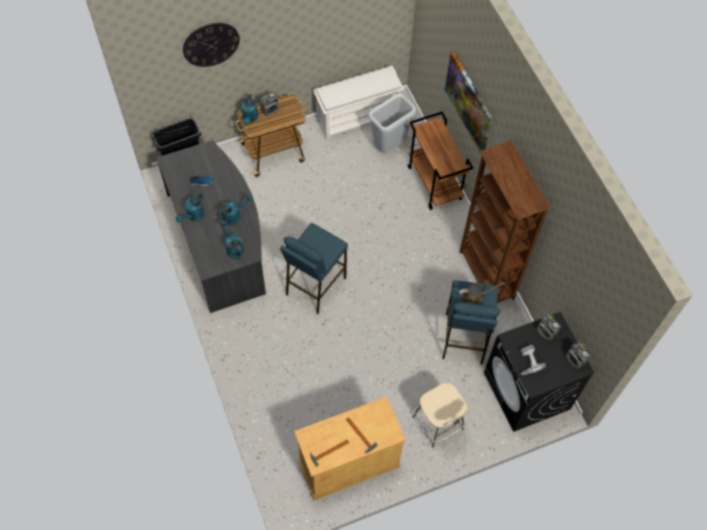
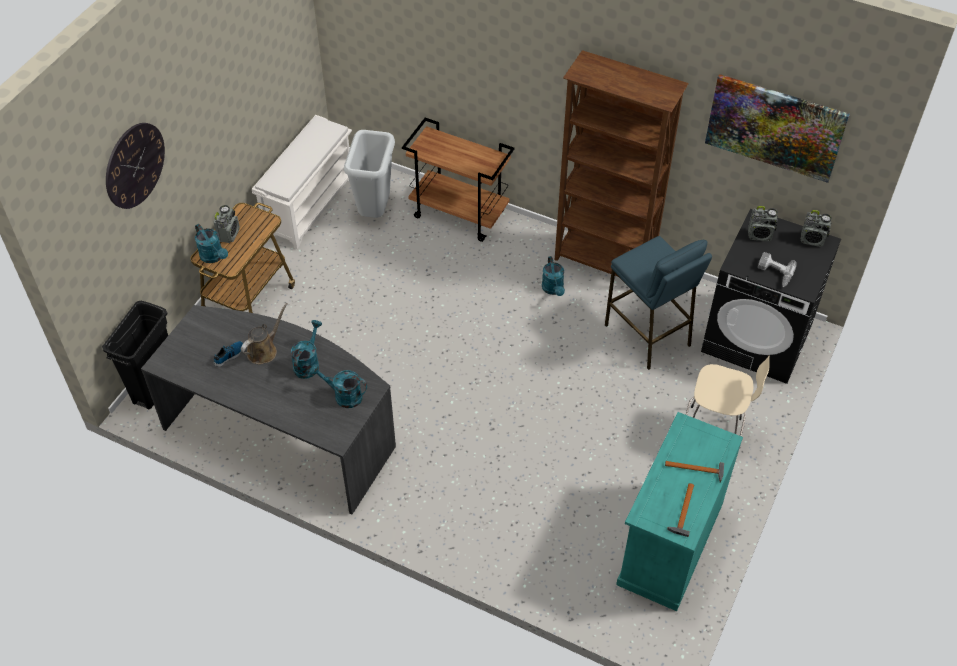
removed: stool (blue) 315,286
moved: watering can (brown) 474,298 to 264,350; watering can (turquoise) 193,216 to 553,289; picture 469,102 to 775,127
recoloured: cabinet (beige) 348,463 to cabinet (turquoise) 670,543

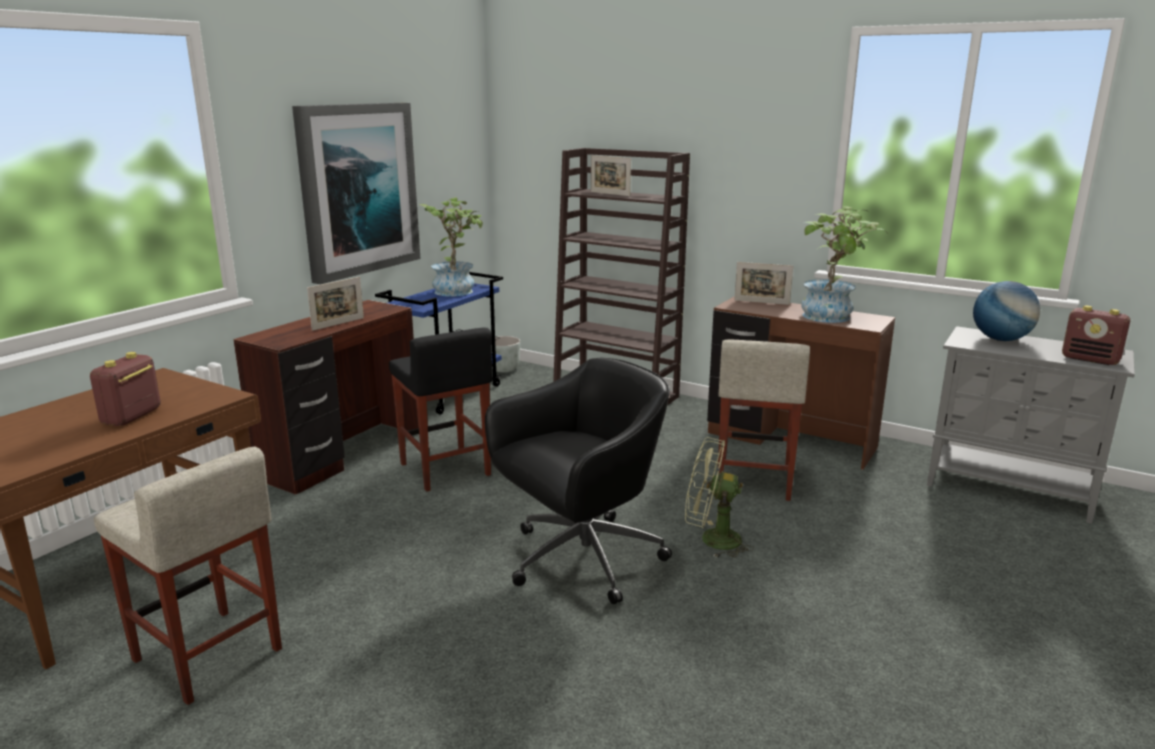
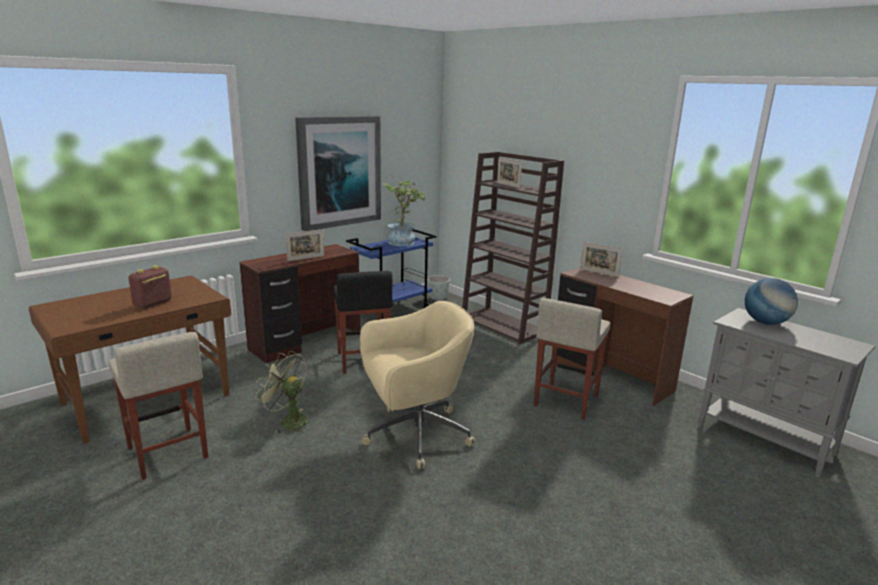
removed: potted plant 831,318; radio 1090,359
moved: fan (green) 711,540 to 288,421
recoloured: office chair (black) 580,559 to office chair (beige) 414,435

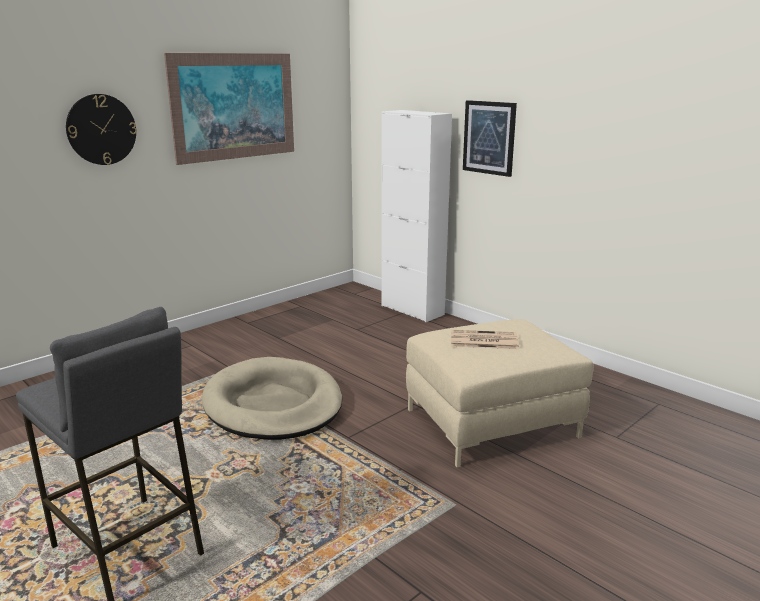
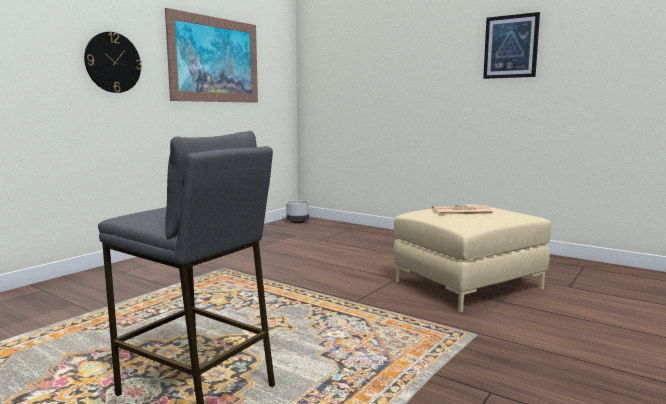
removed: dog bed (beige) 273,404; cabinet (white) 412,310
added: planter (grey) 297,222
moved: picture 489,137 to 511,46

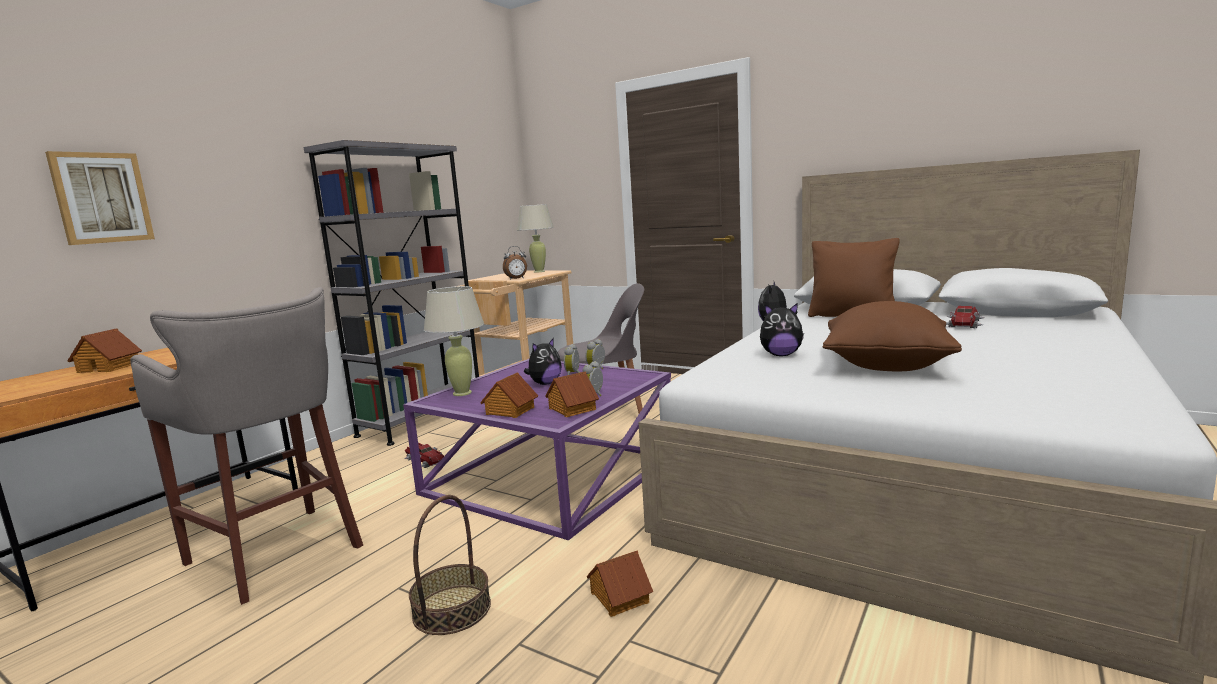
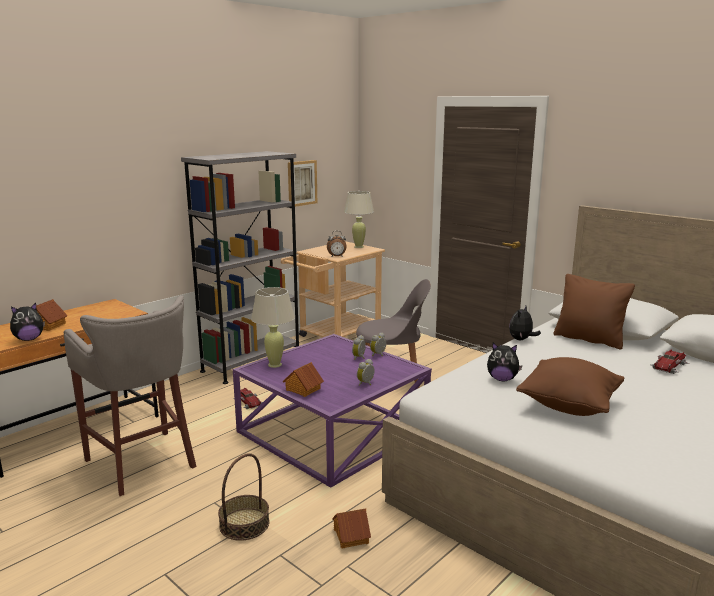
removed: toy house 571,409
moved: plush toy 545,383 to 29,339; picture 101,198 to 301,183

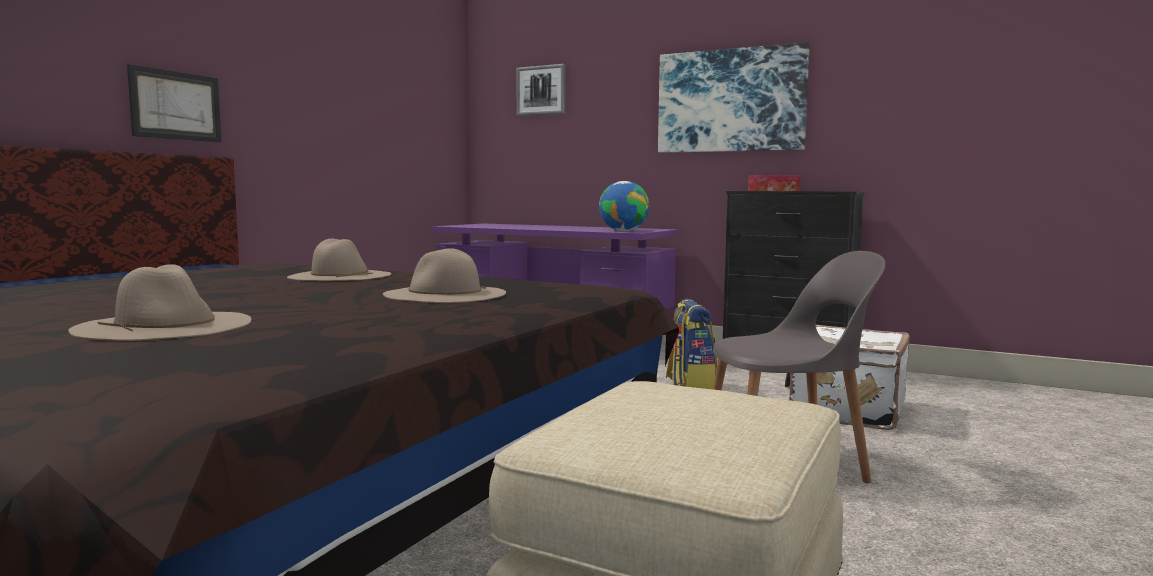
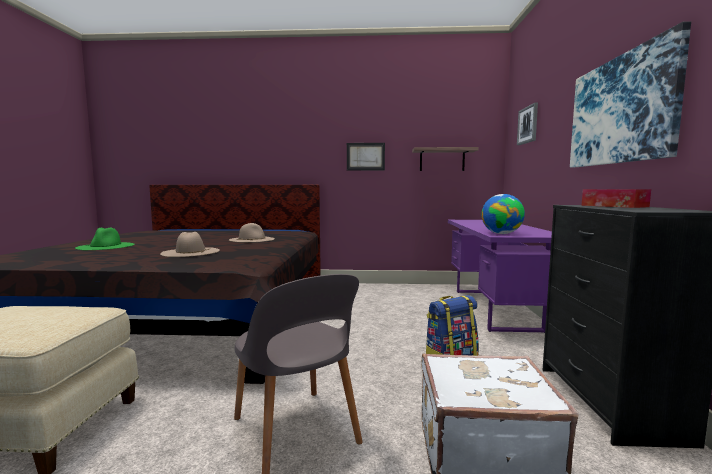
added: shelf 442,160
moved: picture 176,105 to 365,156
recoloured: hat (beige) 165,325 to hat (green) 106,246

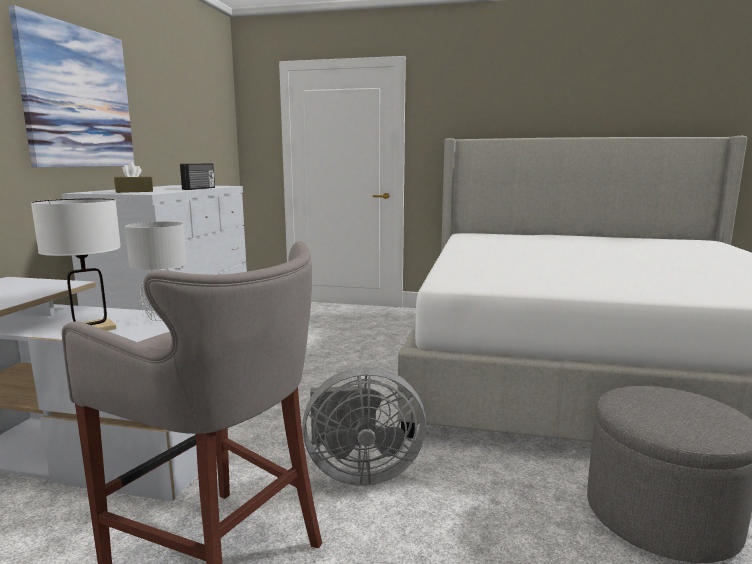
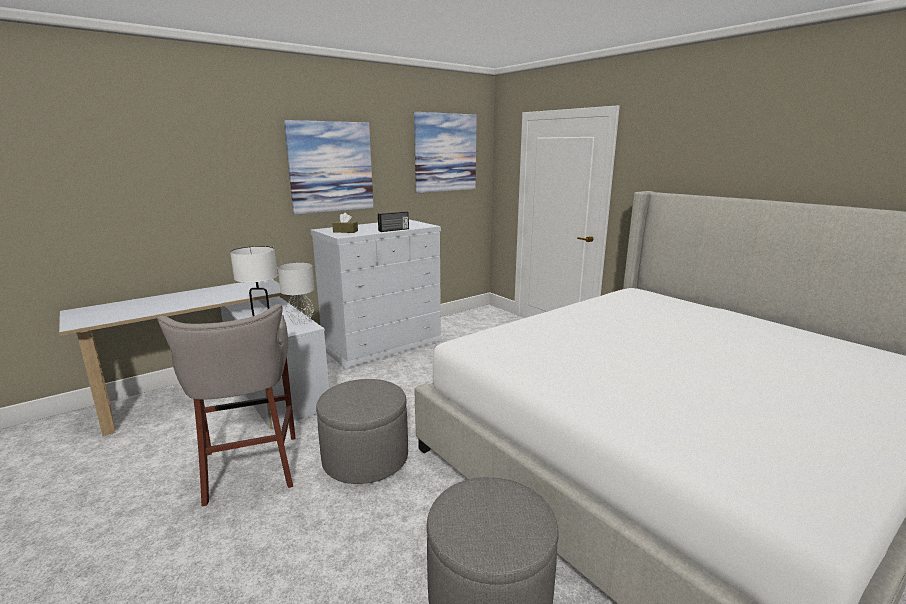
added: picture 445,152
replaced: fan (grey) 359,472 to ottoman (grey) 365,458

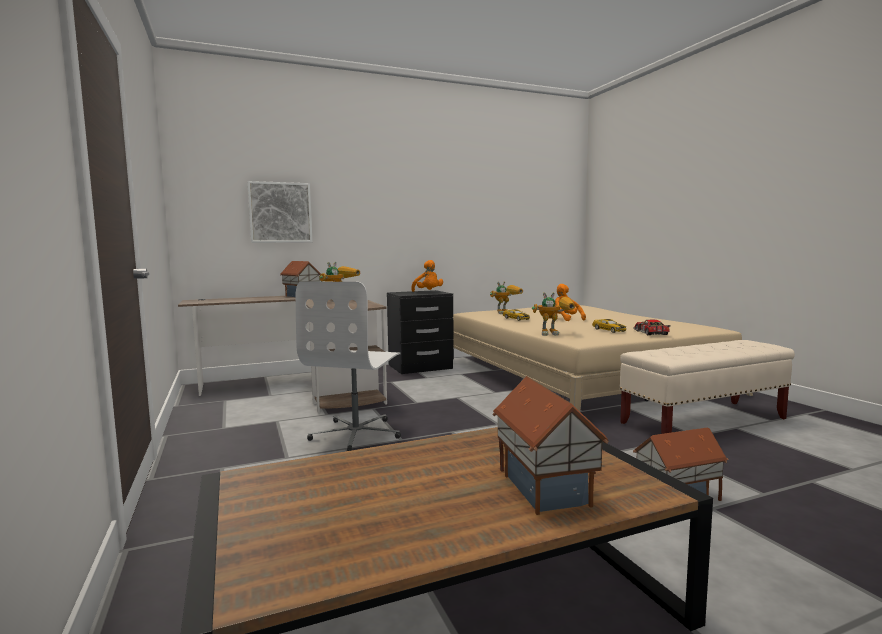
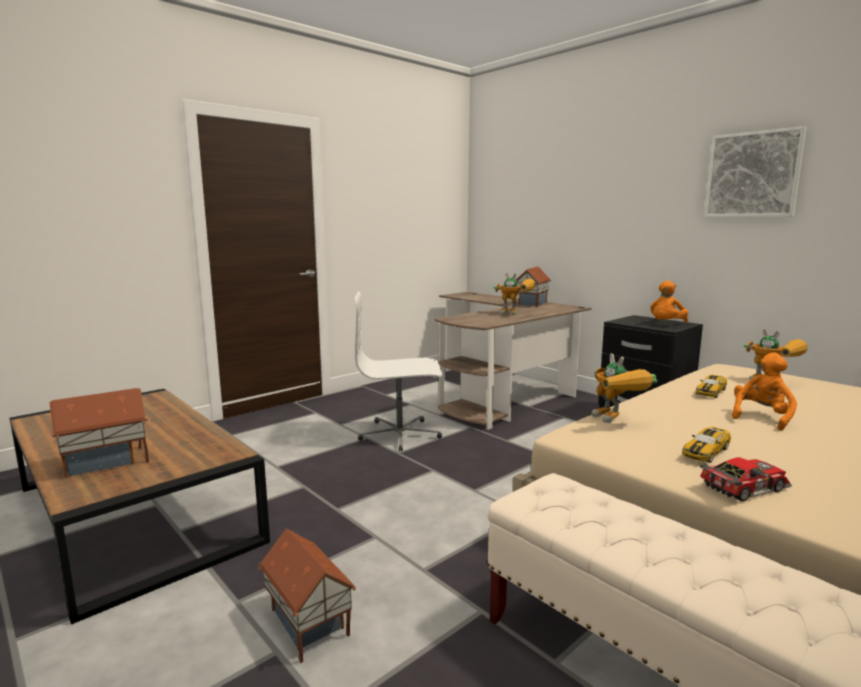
moved: picture 280,212 to 753,175

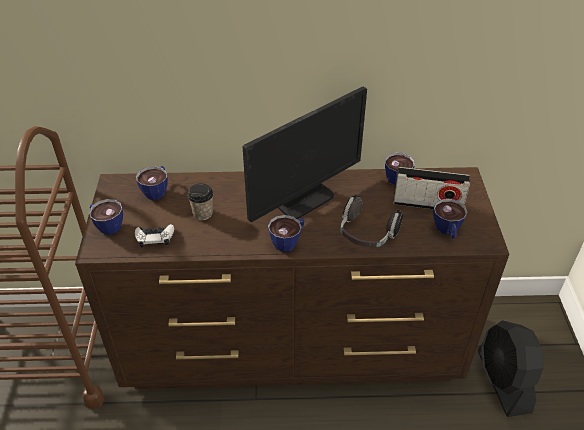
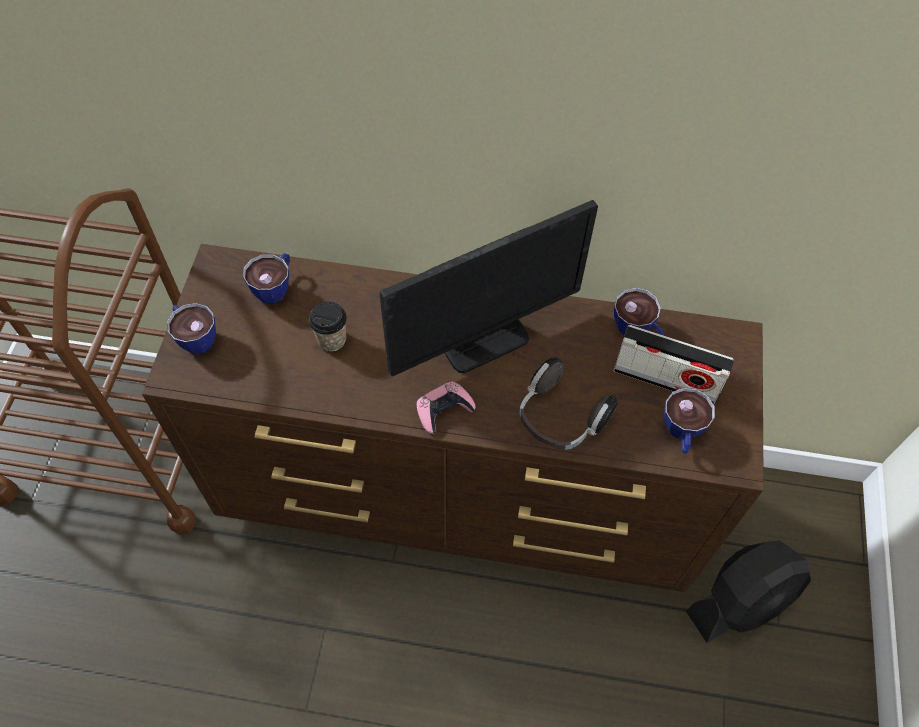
removed: game controller (white) 155,237
replaced: cup 288,241 to game controller (pink) 443,410
turned: fan (black) 503,381 = 740,601 120 degrees counterclockwise

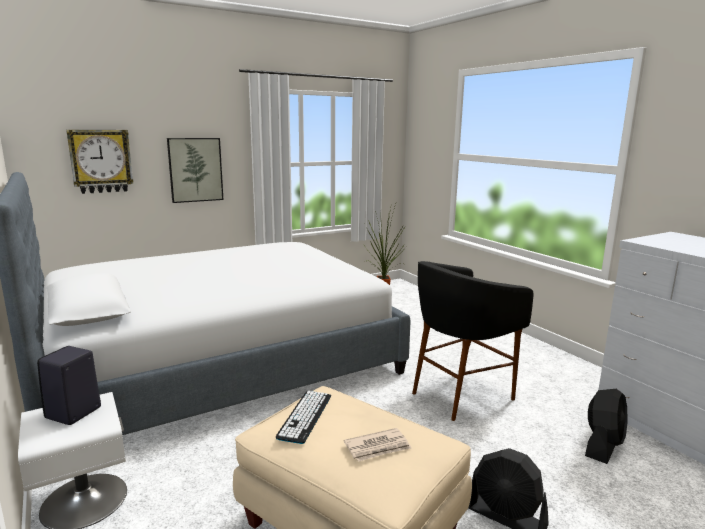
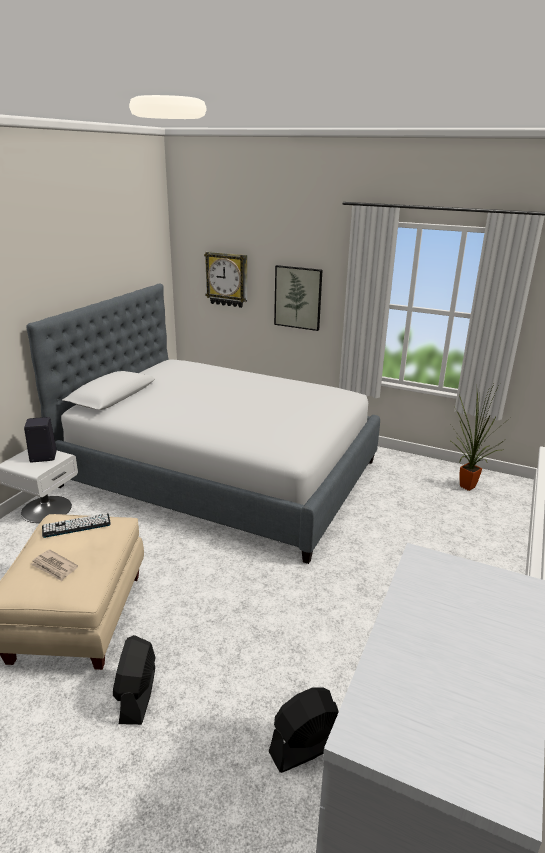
removed: stool (black) 460,395
turned: fan (black) 603,445 = 305,747 150 degrees clockwise

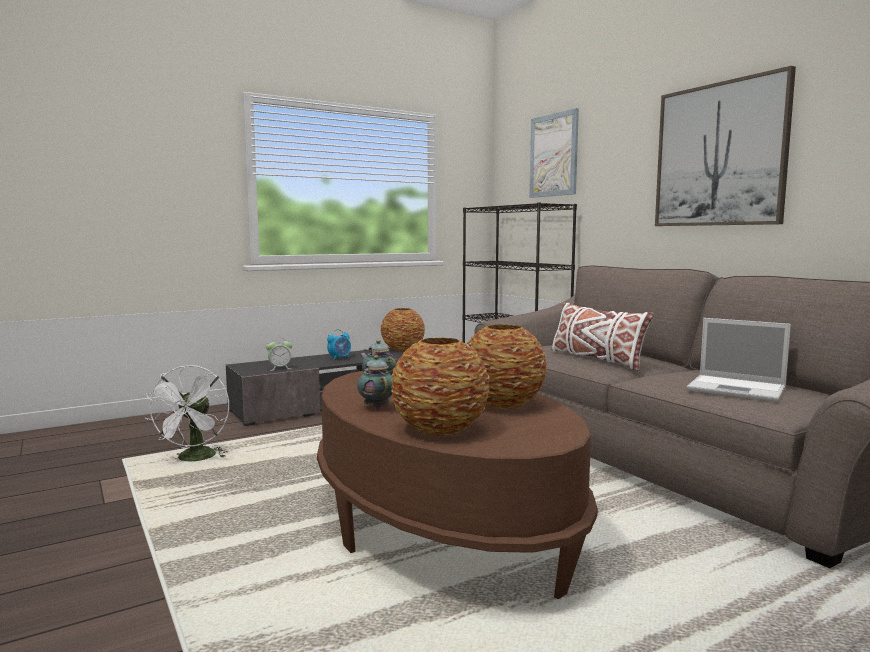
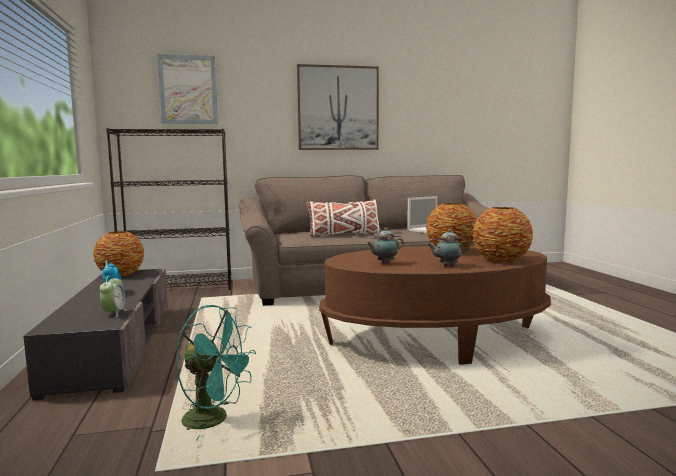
recoloured: fan (white) 195,459 to fan (turquoise) 215,420

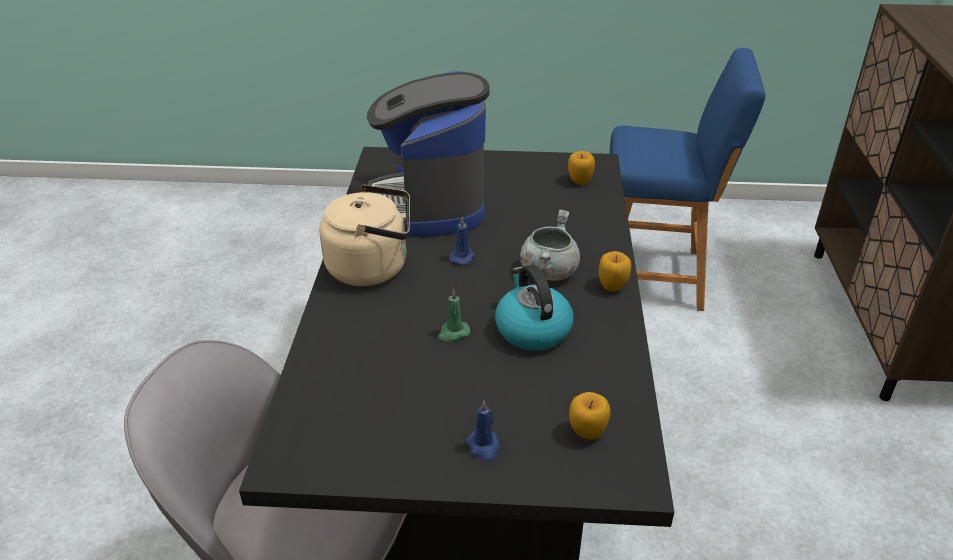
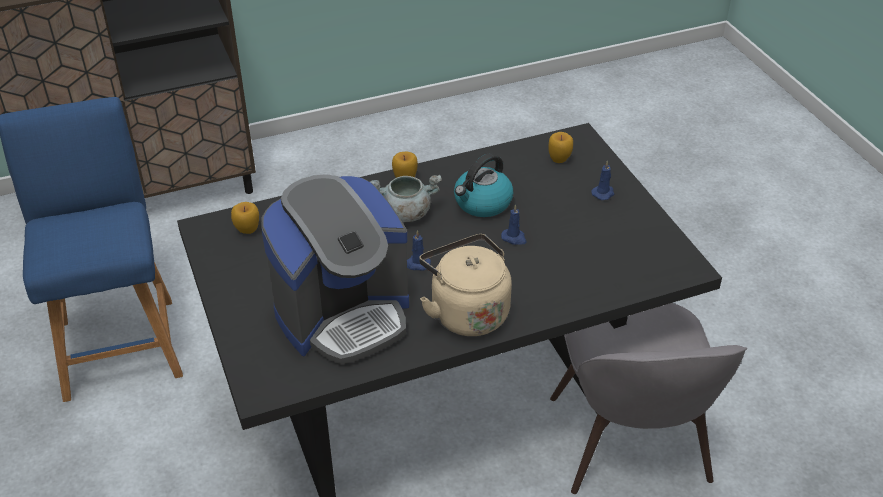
recoloured: candle (green) 453,333 to candle (blue) 514,238

